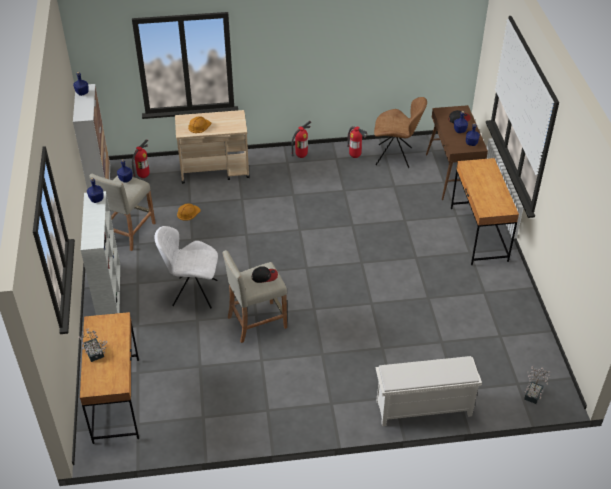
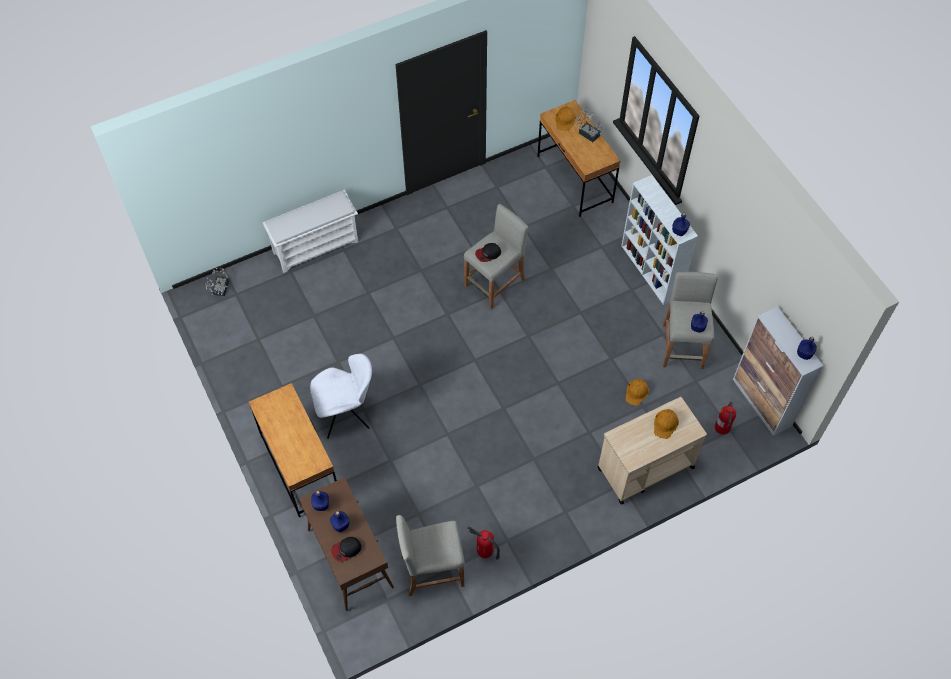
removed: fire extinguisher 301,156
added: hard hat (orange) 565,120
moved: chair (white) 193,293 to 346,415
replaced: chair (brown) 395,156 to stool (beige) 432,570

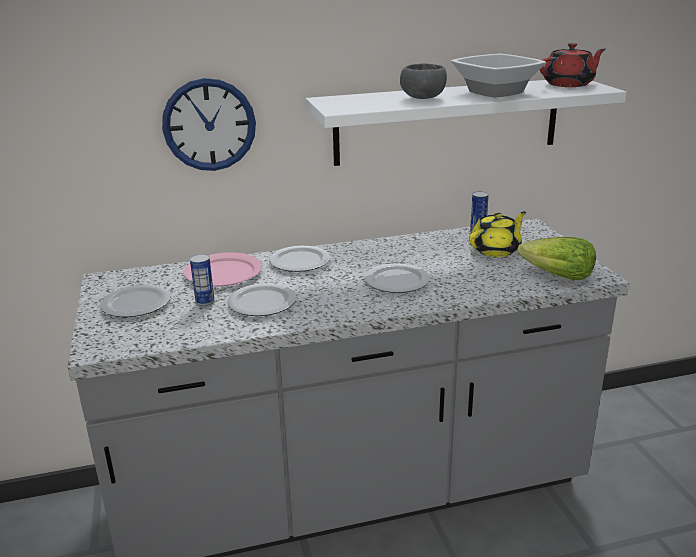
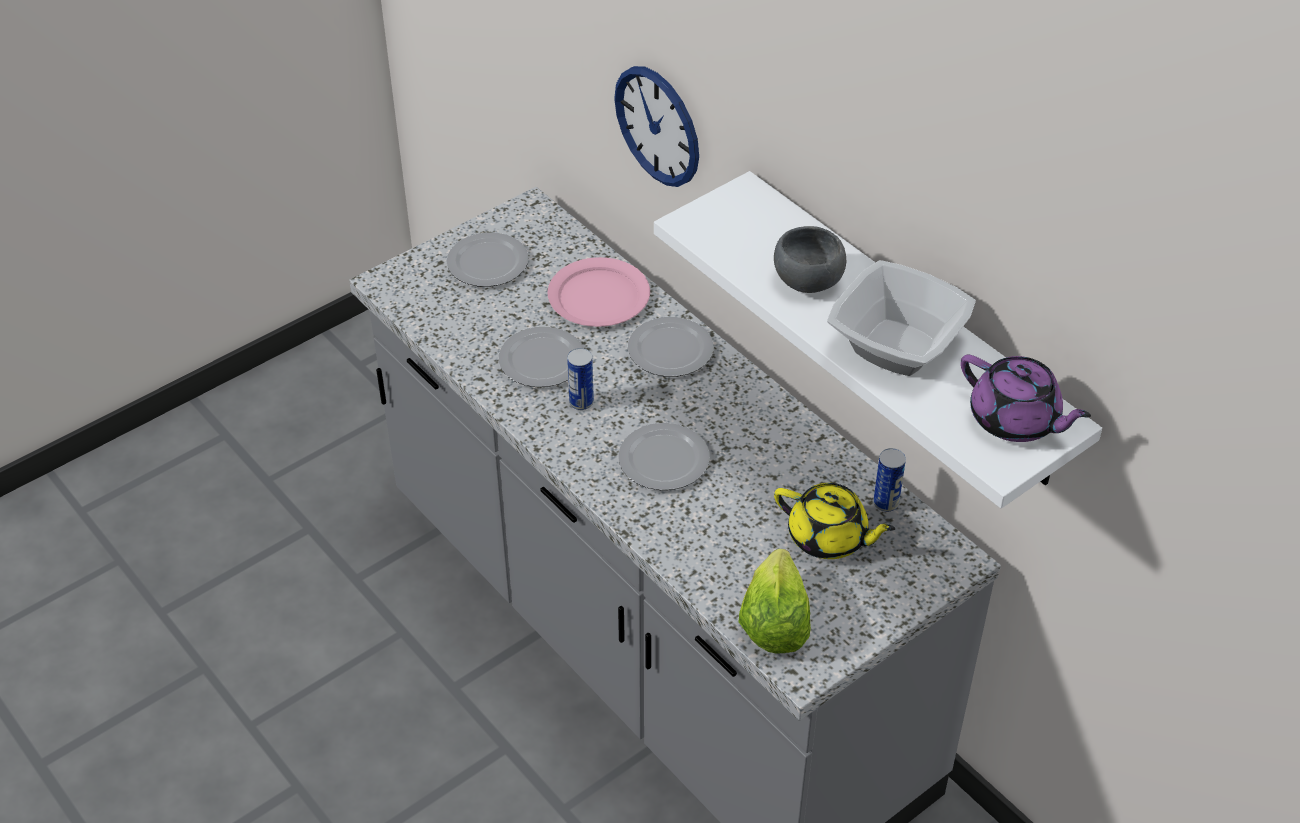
moved: can 205,302 to 581,402
recoloured: teapot (red) 569,84 to teapot (purple) 1015,420

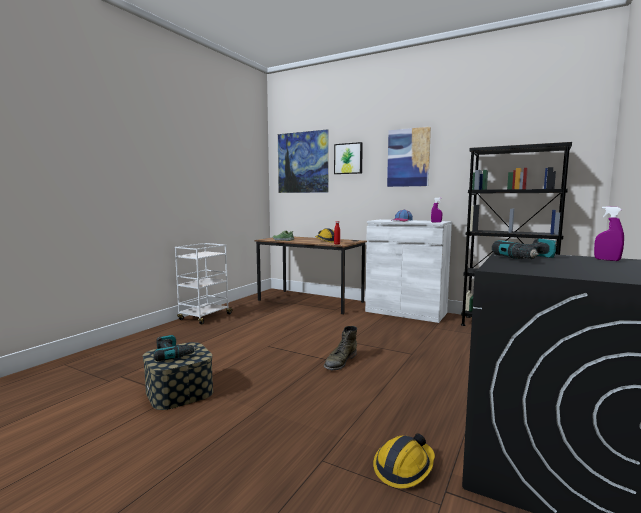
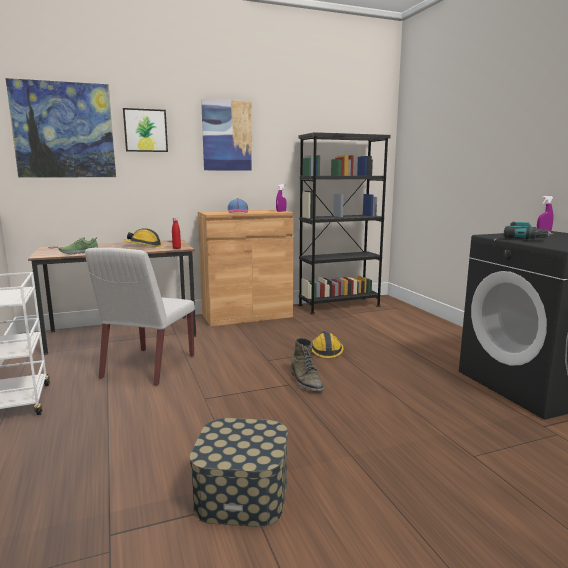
removed: power drill 173,354
added: chair (white) 148,367
moved: hard hat 404,467 to 325,350
recoloured: cabinet (white) 406,312 to cabinet (brown) 247,315

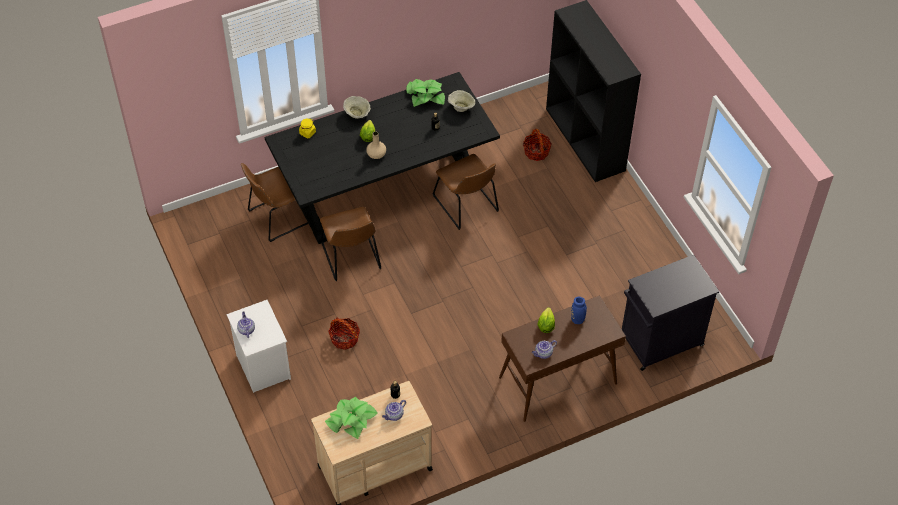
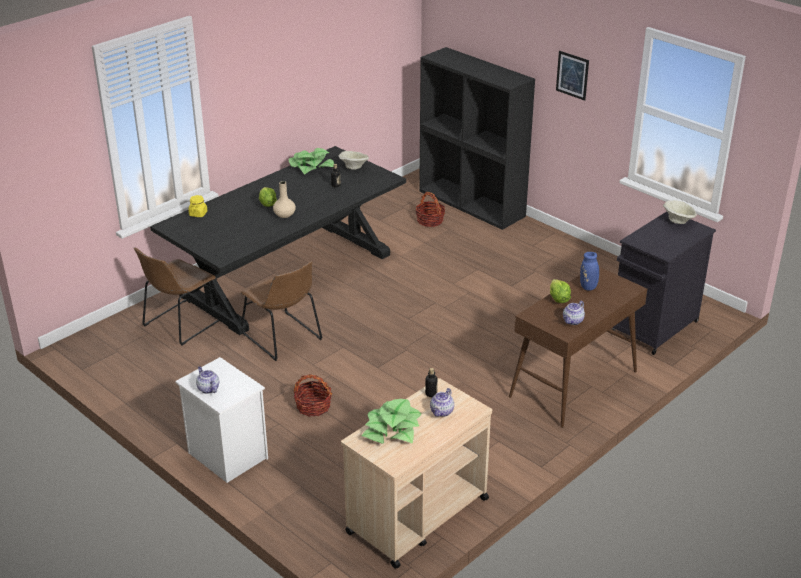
removed: chair (brown) 467,205
added: picture 572,75
moved: bowl (beige) 357,114 to 678,221

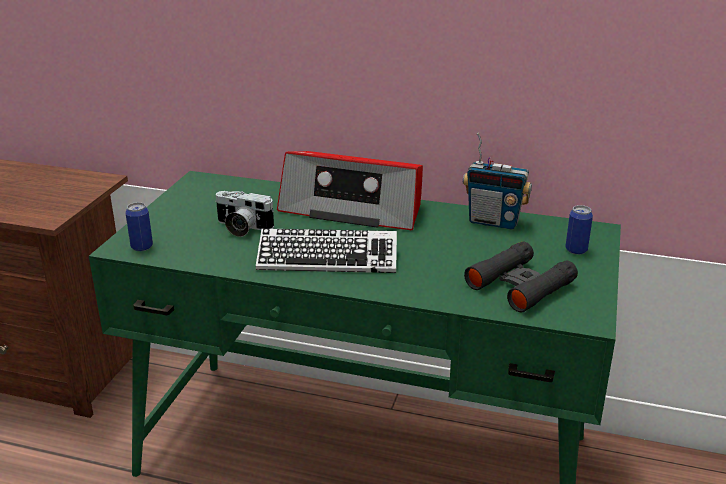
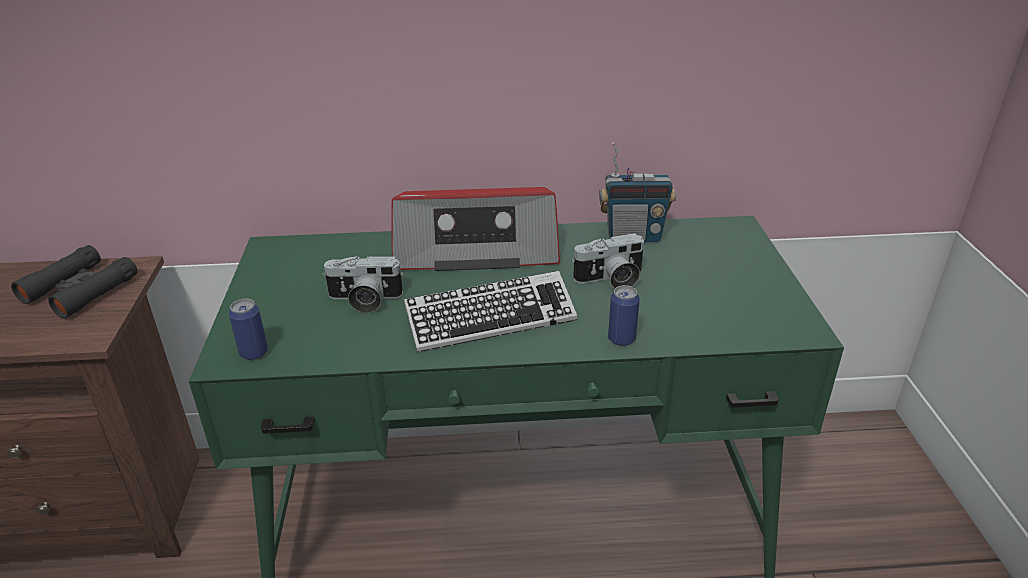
added: photo camera 611,280
moved: binoculars (black) 520,285 to 80,289; can 576,250 to 621,339

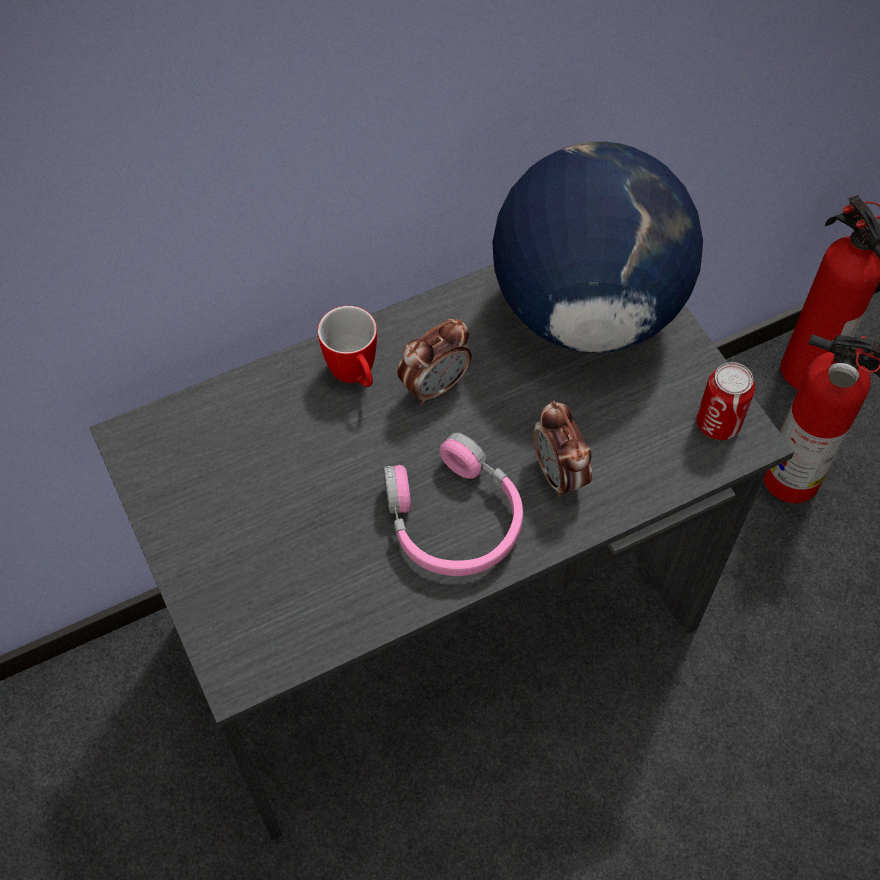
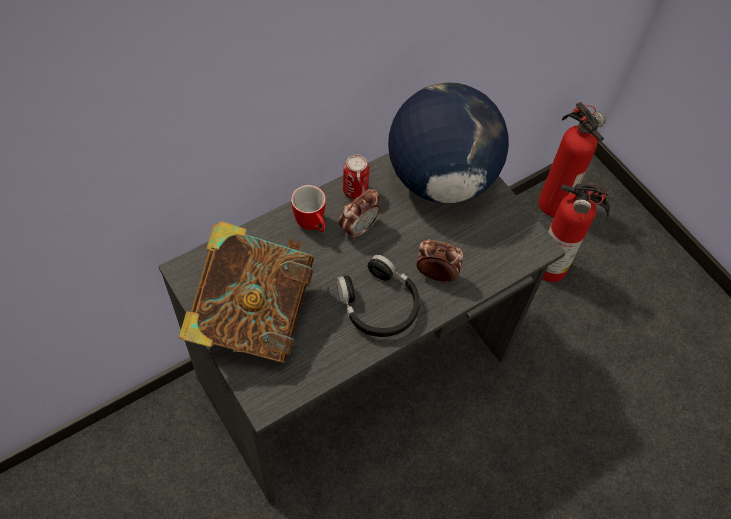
added: book 251,316
moved: can 718,423 to 355,190
recoloured: headphones (pink) 453,519 to headphones (black) 378,304
turned: alarm clock 559,474 = 436,274 135 degrees clockwise

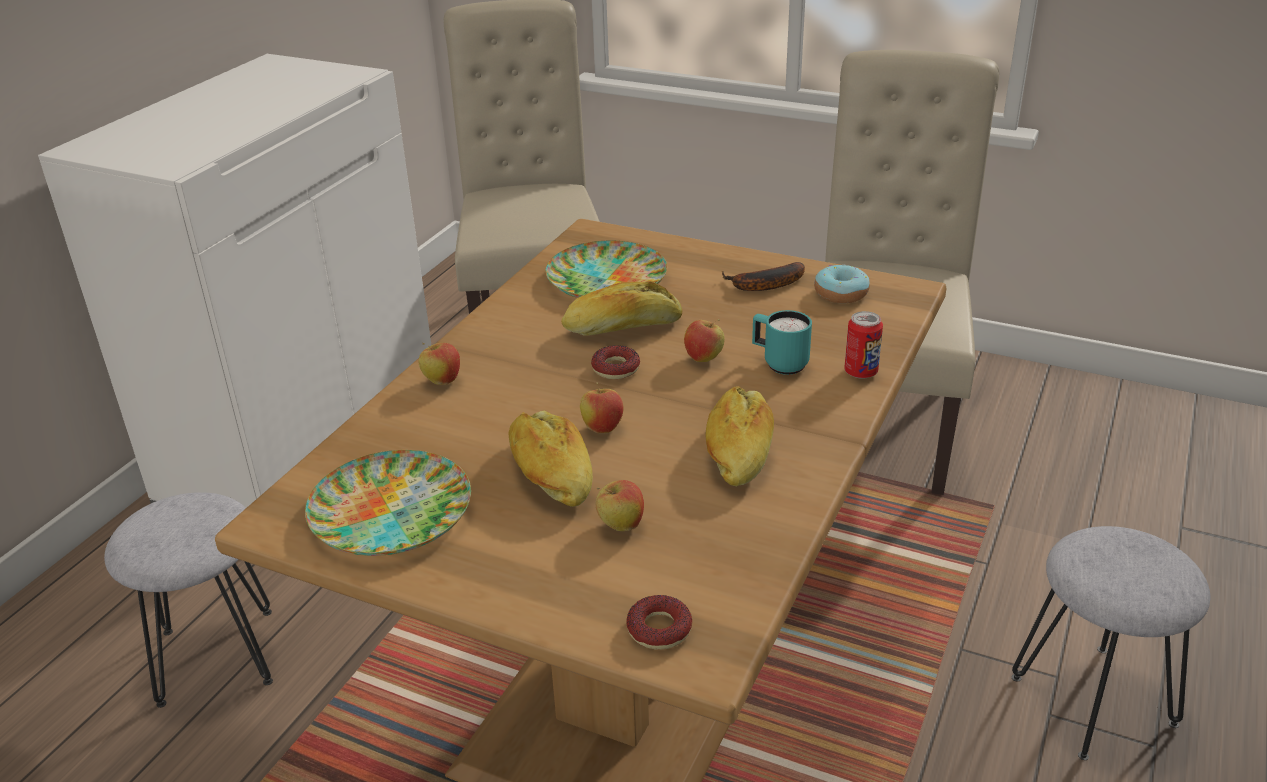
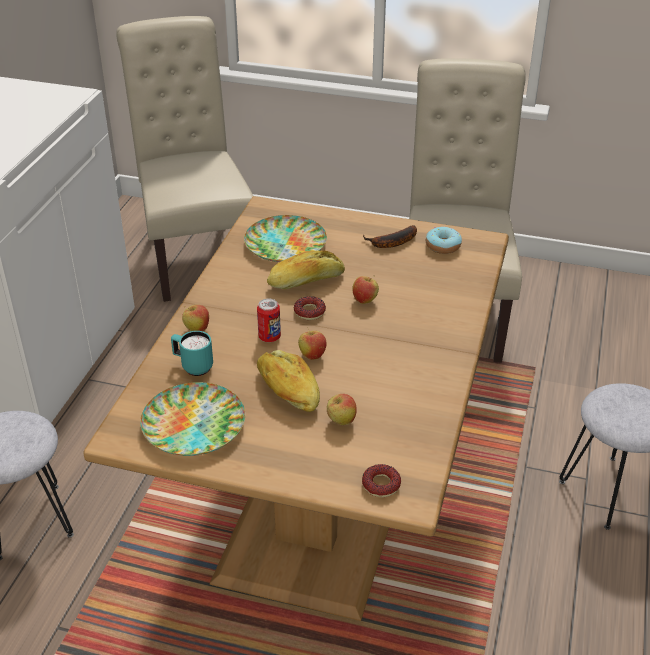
removed: bread 739,452
moved: mug (turquoise) 779,363 to 193,366; can 860,372 to 269,337

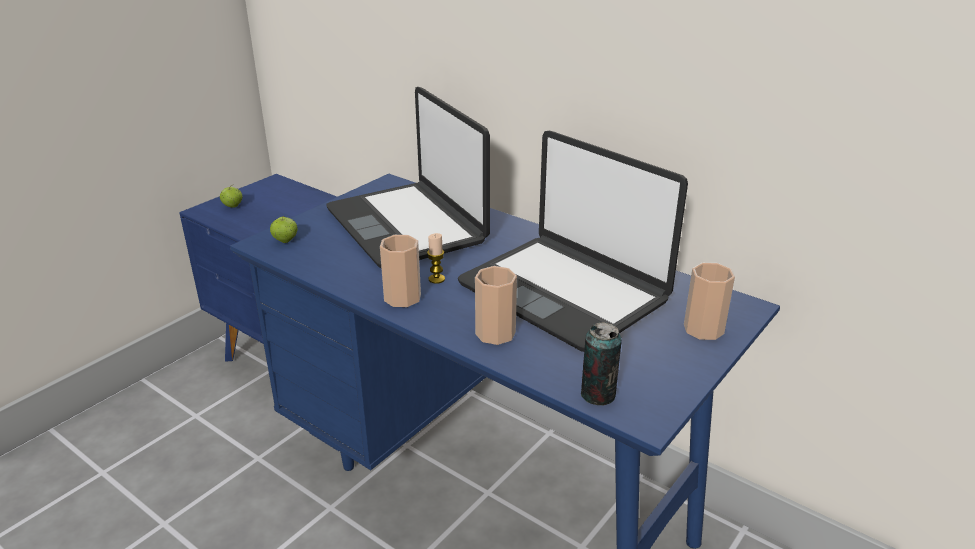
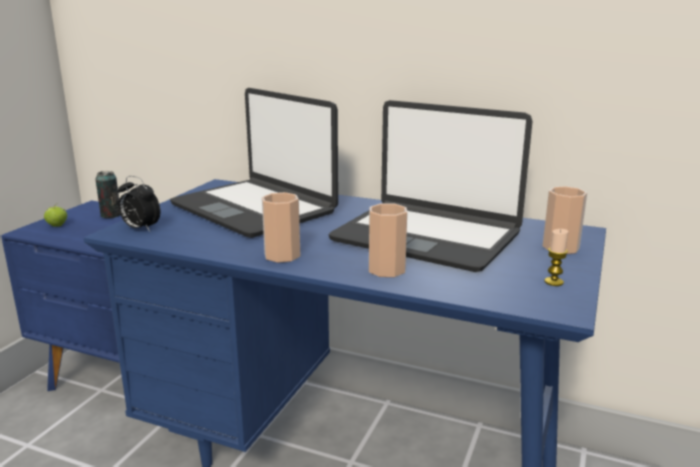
moved: can 598,394 to 111,215; candle 436,279 to 553,282
replaced: apple 285,240 to alarm clock 140,229

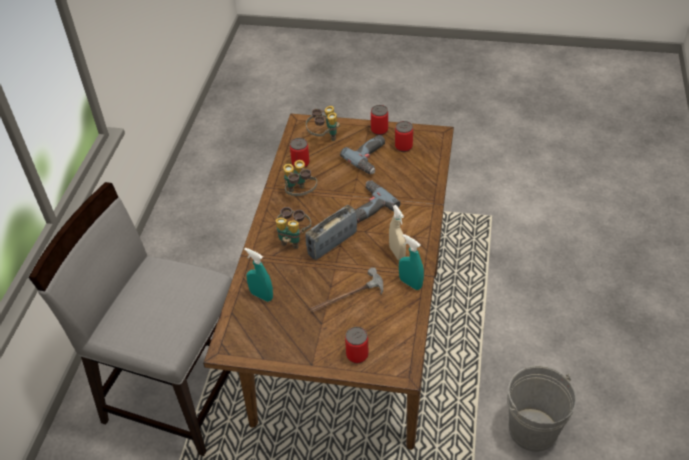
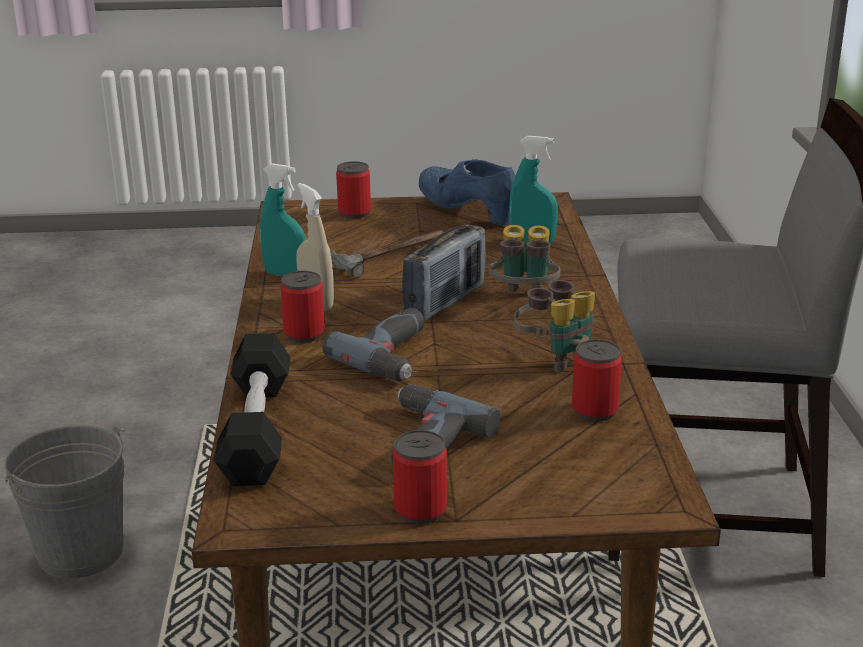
removed: binoculars 323,137
added: dumbbell (black) 257,429; shoe (blue) 468,212
moved: can 403,147 to 304,334

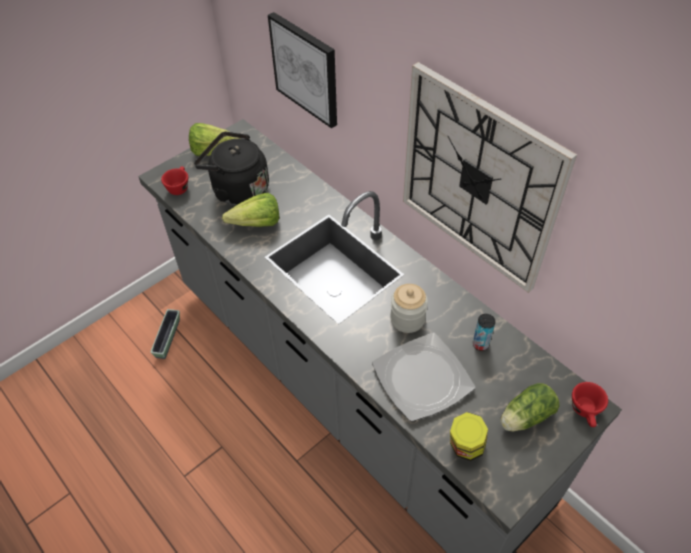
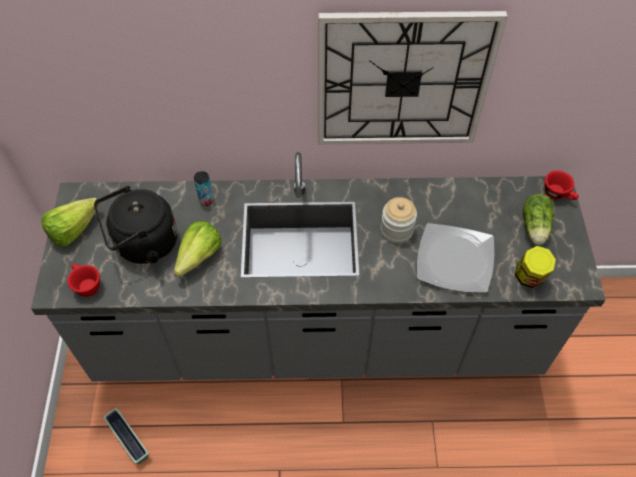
removed: picture 306,69
moved: can 480,344 to 206,200

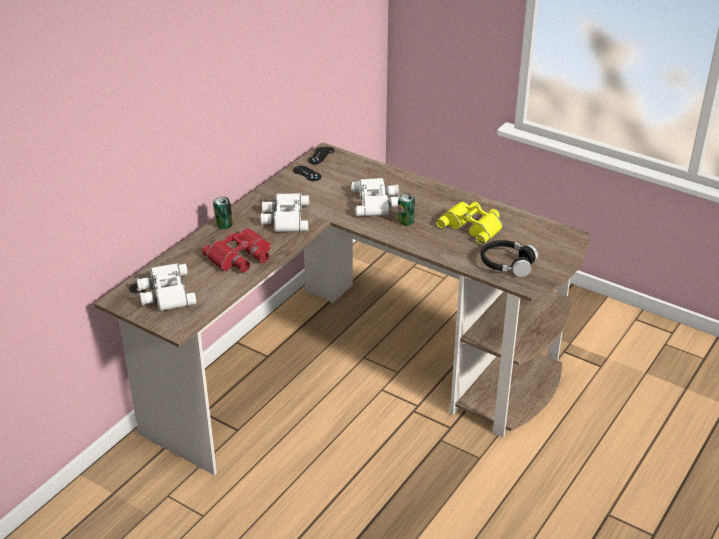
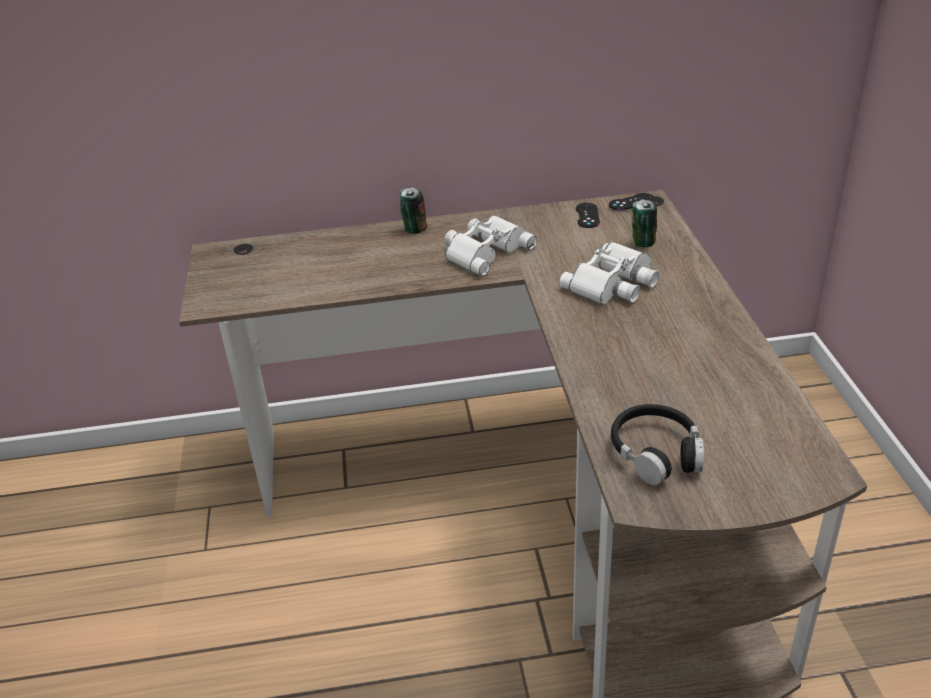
removed: binoculars (white) 165,292; binoculars (red) 240,257; binoculars (yellow) 472,226
moved: can 405,222 to 642,242

